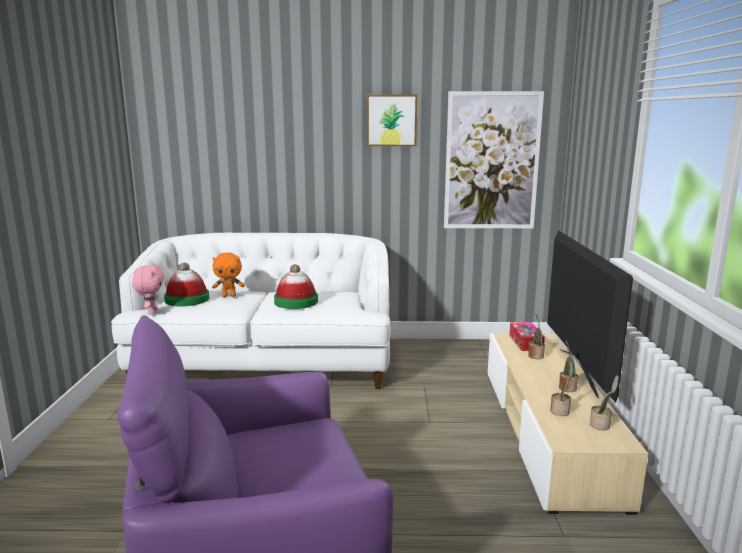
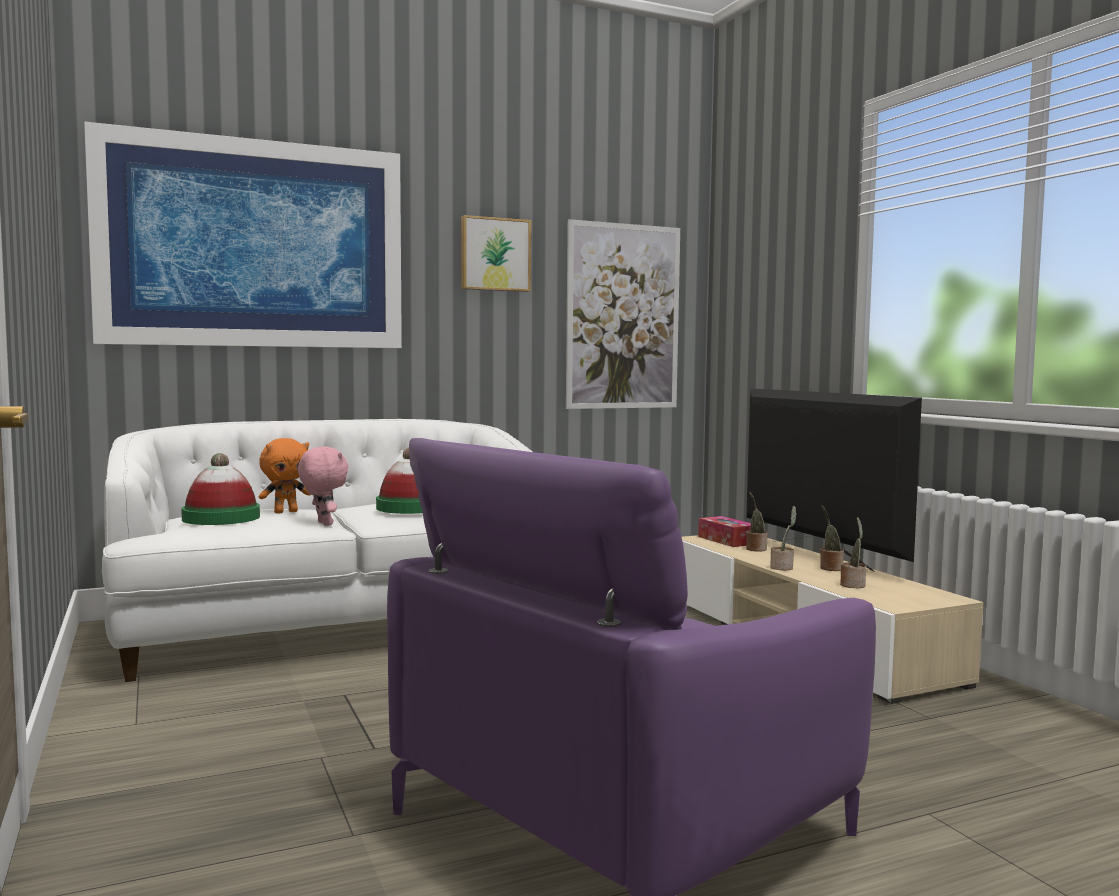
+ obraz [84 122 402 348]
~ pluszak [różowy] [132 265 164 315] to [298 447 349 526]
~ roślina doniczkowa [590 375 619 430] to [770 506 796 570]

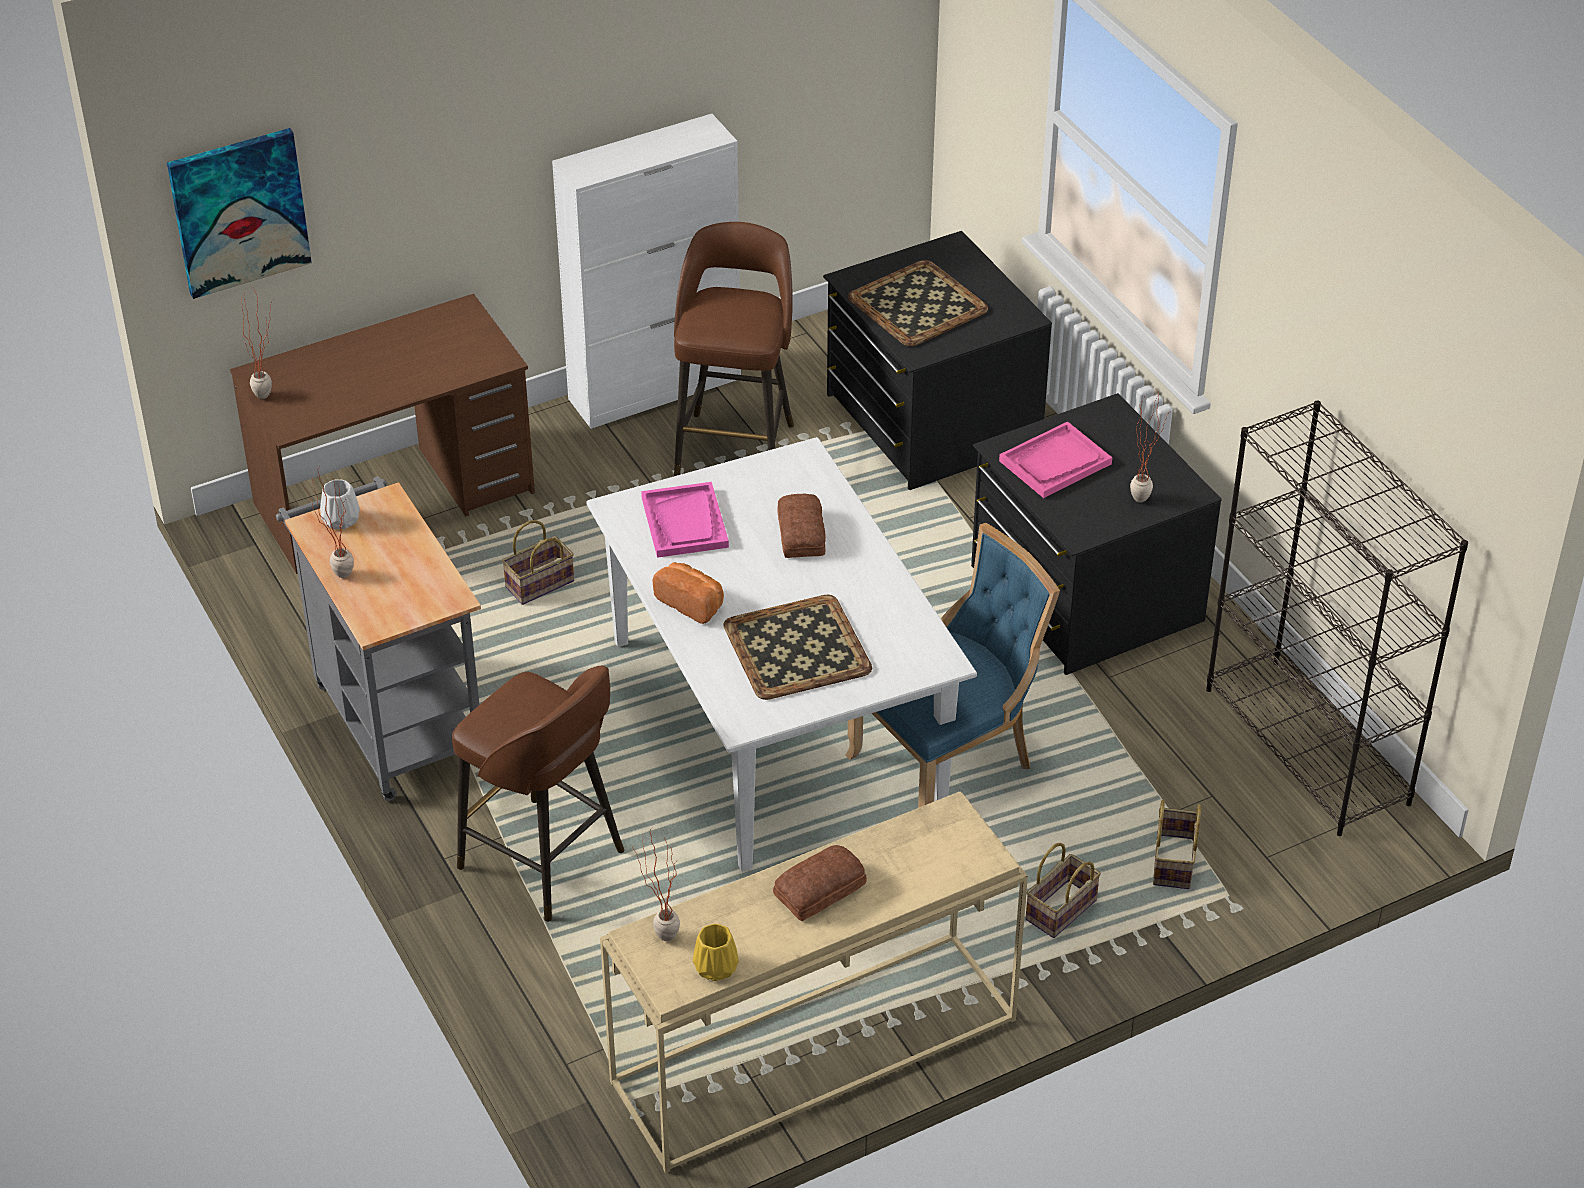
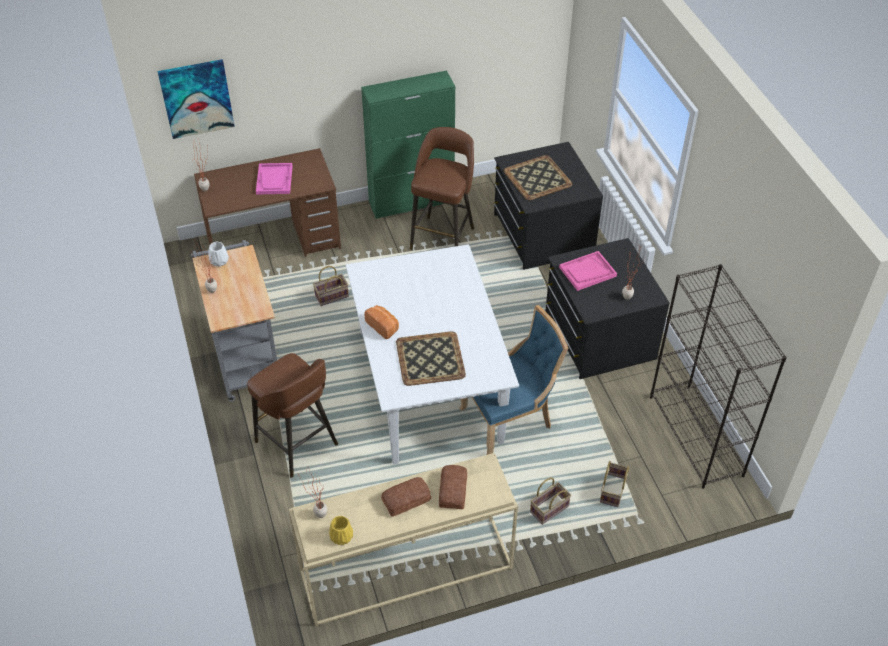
~ taca [różowy] [641 482 729 558] to [256 163 293 195]
~ szafka [biały] [552 114 741 429] to szafka [zielony] [361 71 455 219]
~ chleb [777 494 826 558] to [439 465 467 509]

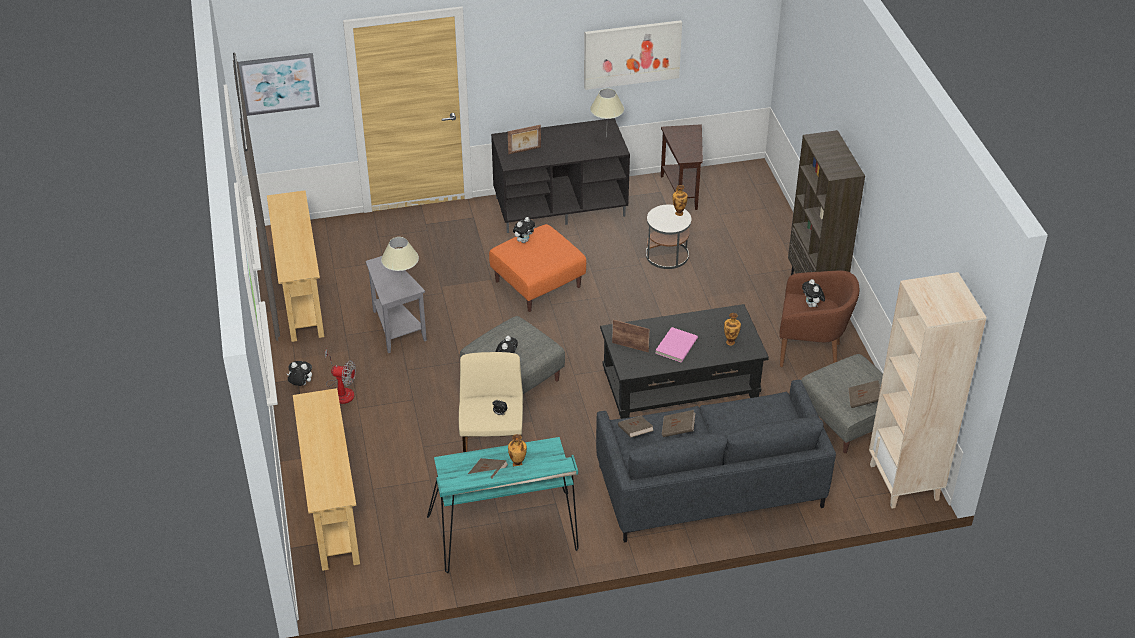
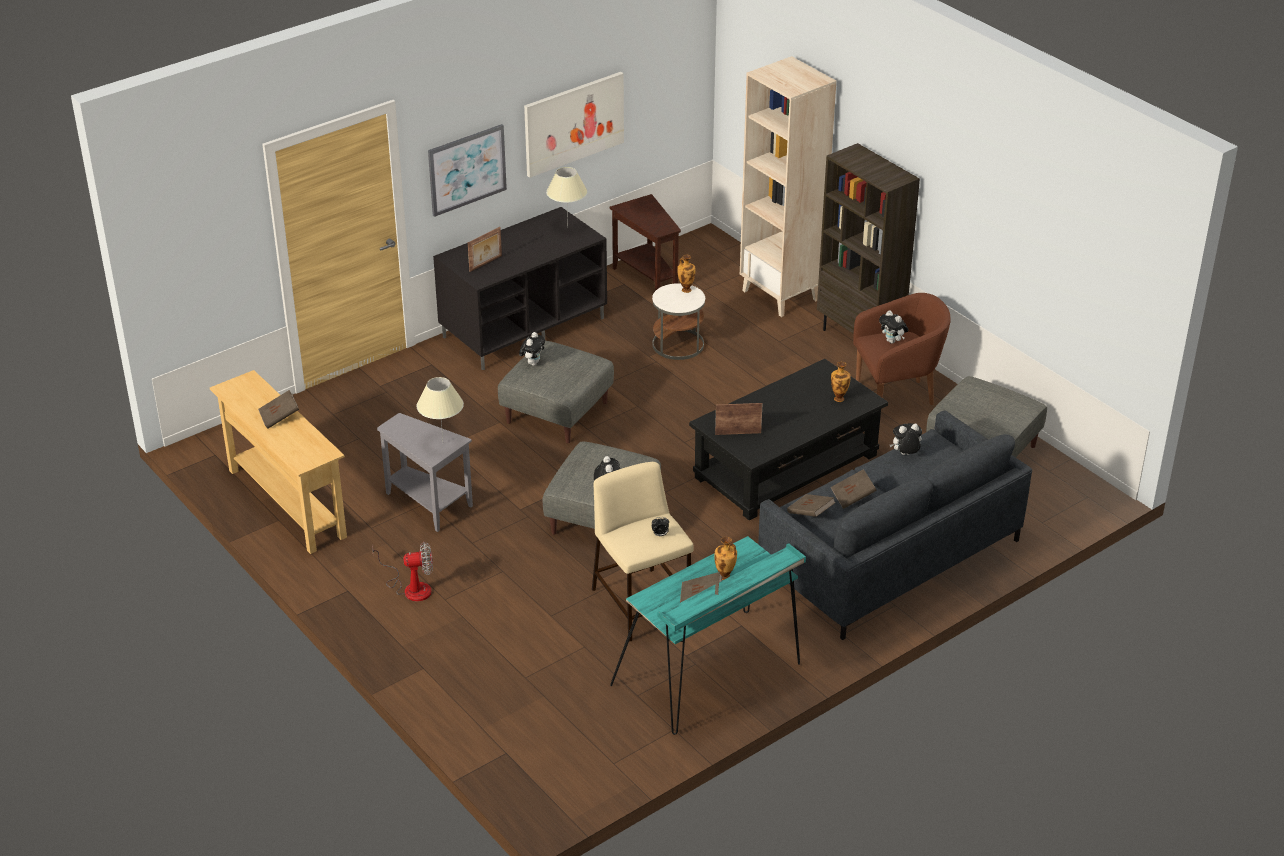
~ książka [brązowy] [848 380 880 408] to [258 390 299 429]
~ obraz [238 53 320 116] to [428 124 507 217]
~ pufa [pomarańczowy] [489 224 586 312] to pufa [szary] [498 341 614 443]
~ regał [beżowy] [869 272 987 509] to [740 56 836 317]
~ pluszak [287 361 312 386] to [890 423 922 455]
- stolik konsolowy [beżowy] [293 388 360 571]
- książka [różowy] [655 327 698 362]

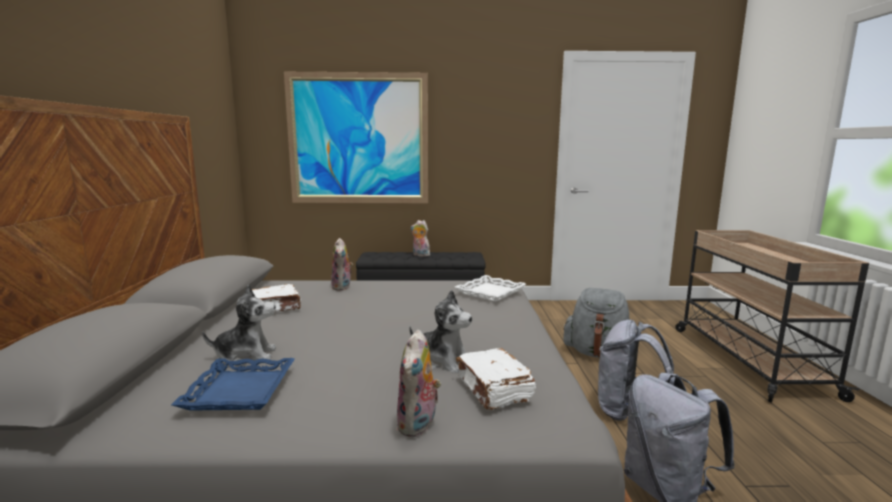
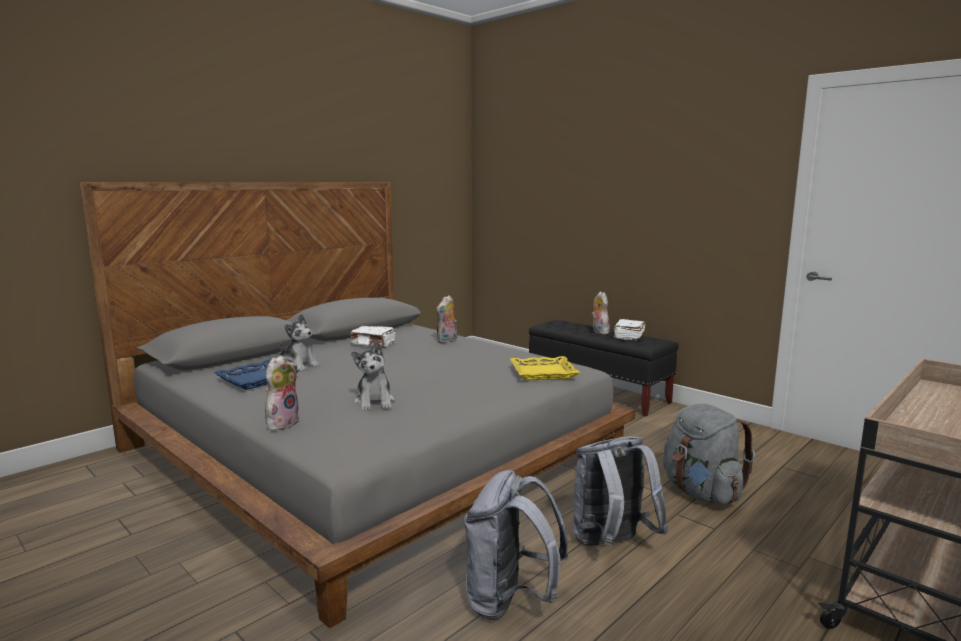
~ pluszak [396 329 441 437] = [265 355 300 431] 150 degrees clockwise
~ taca [biały] [455 275 526 302] to taca [żółty] [510 356 580 381]
~ książka [biały] [456 348 536 410] to [613 319 645 341]
- obraz [284 72 428 203]

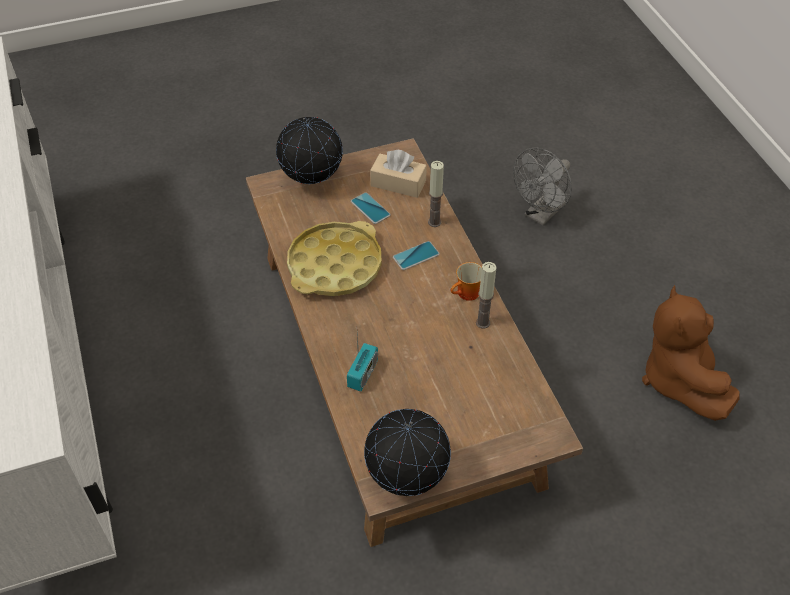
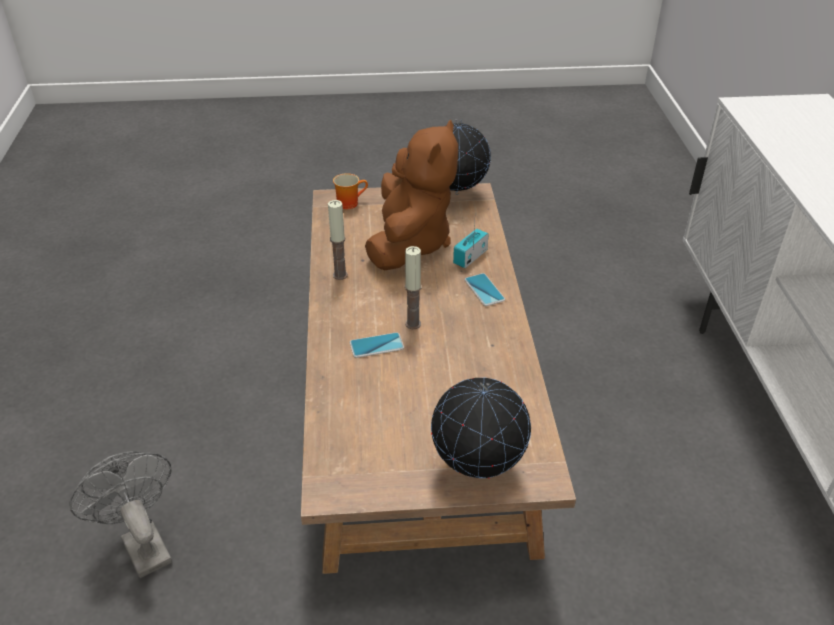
~ wentylator [szary] [513 148 572 226] = [69 451 172 578] 90 degrees counterclockwise
~ kubek [451 262 482 301] to [333 173 368 209]
~ pluszak [brązowy] [642 285 740 421] to [365 119 458 271]
~ świeca [428 161 444 227] to [405 246 421 329]
~ telefon [351 192 391 224] to [464 273 505 306]
- taca [żółty] [287 221 382 296]
- pudełko chusteczek [beżowy] [370 150 427 198]

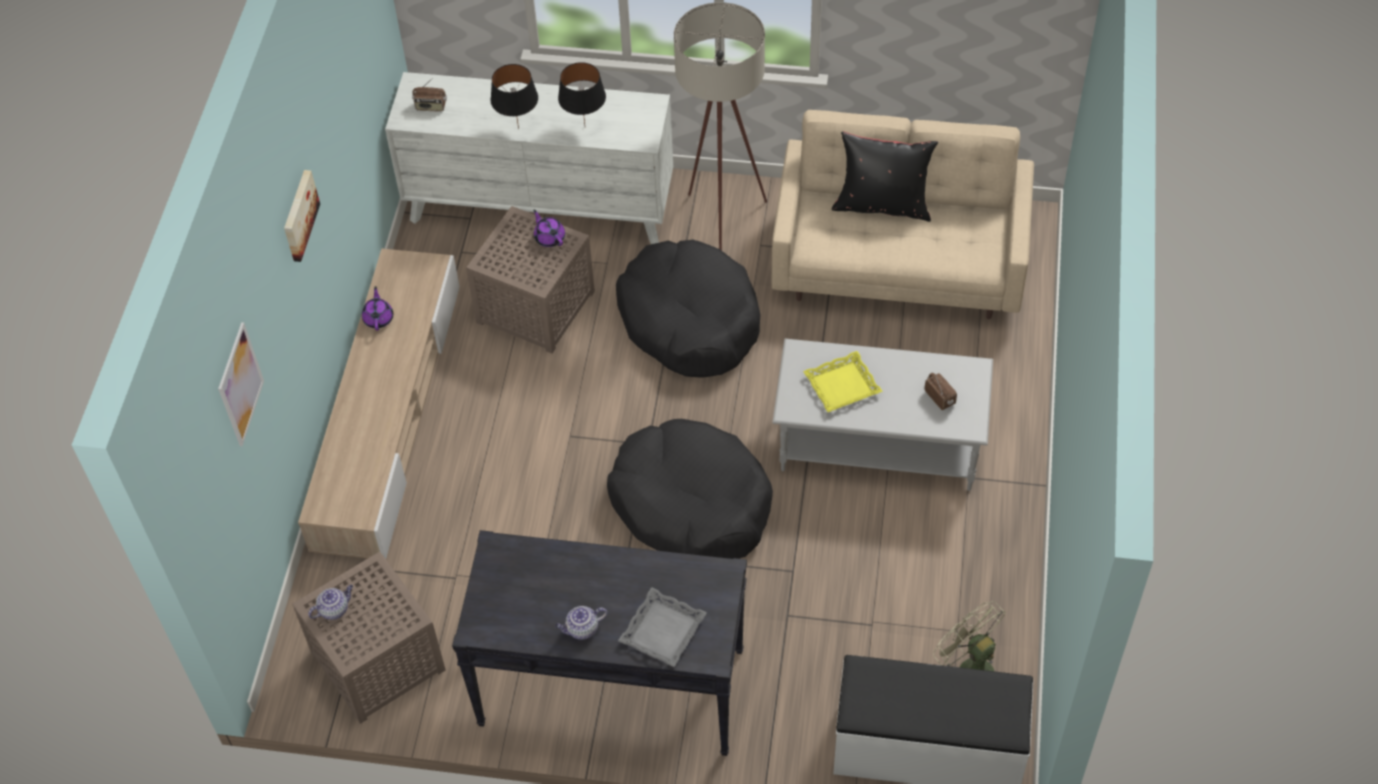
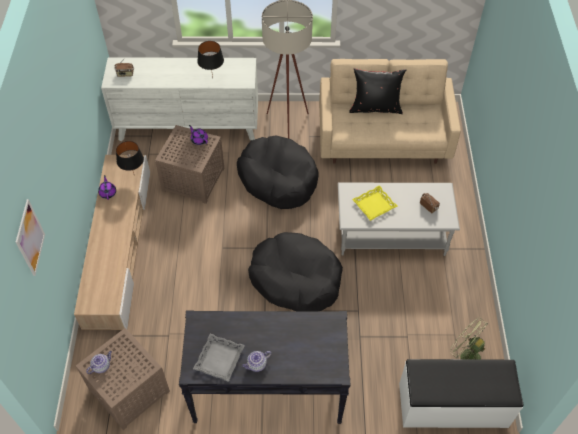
~ lampa stołowa [czarny] [490 64 538 129] to [116 141 144 176]
~ taca [szary] [618 587 707 667] to [193 334 245 382]
- obraz [284 170 320 262]

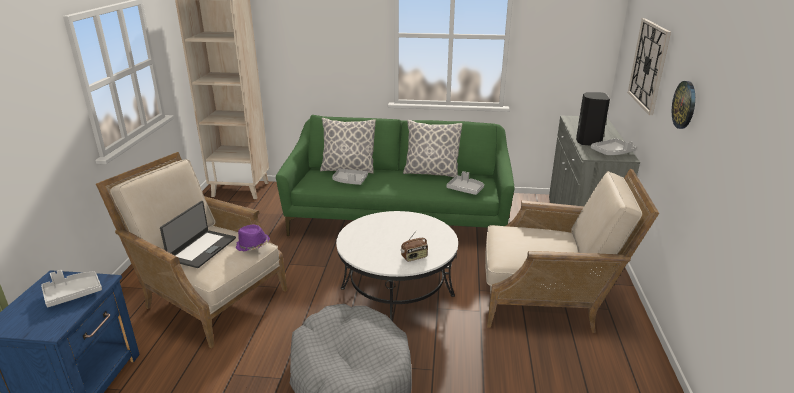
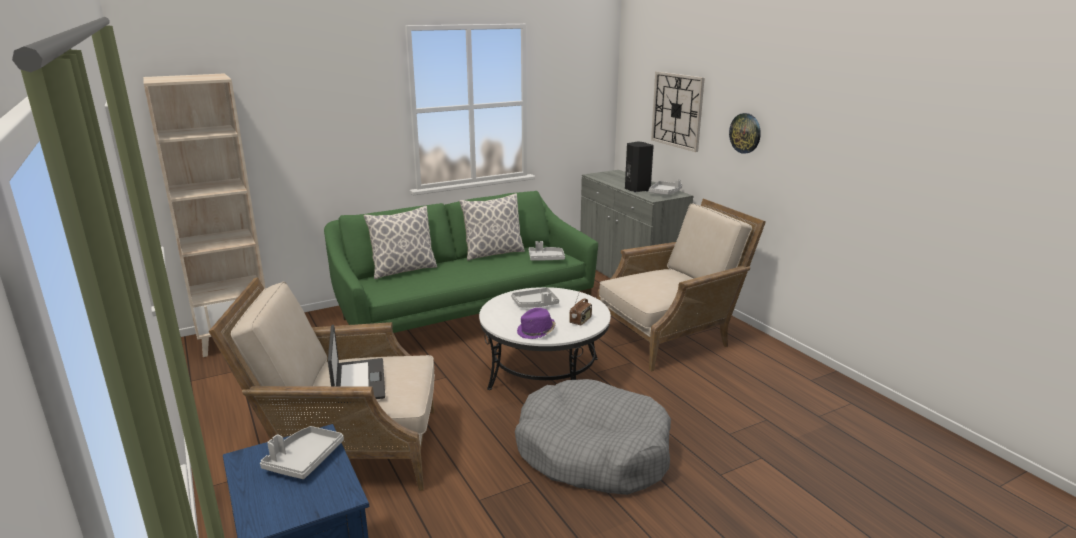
~ taca [szary] [332 168 368 185] to [511 288 559 308]
~ kapelusz [fioletowy] [236 225 270 252] to [517 308 556 339]

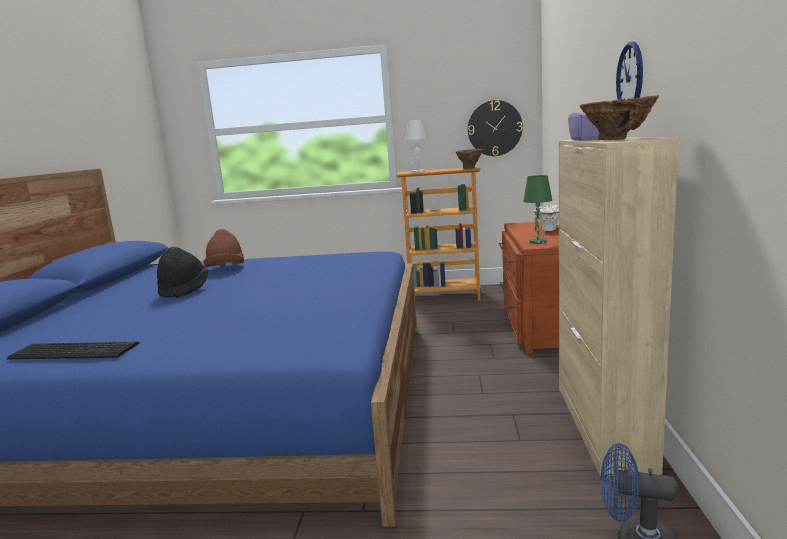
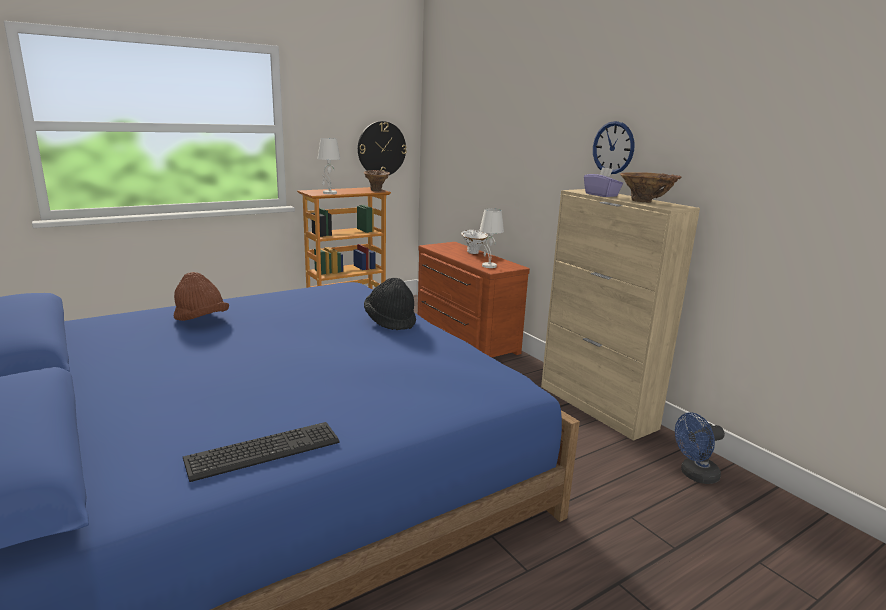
~ kapelusz [czarny] [157 247 208 298] to [364 278 416 330]
~ lampa stołowa [zielony] [523 175 552 244] to lampa stołowa [biały] [479 208 504 268]

